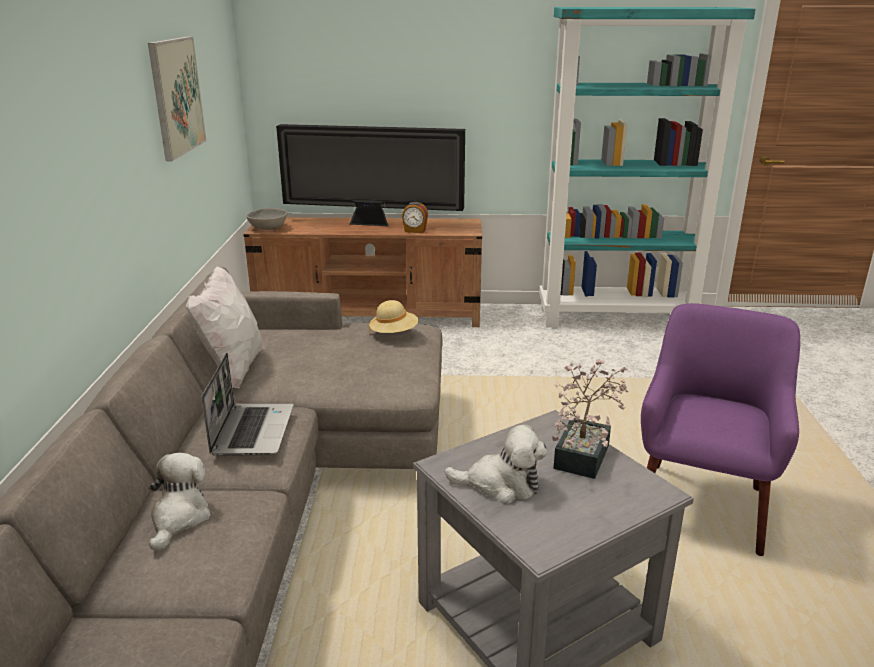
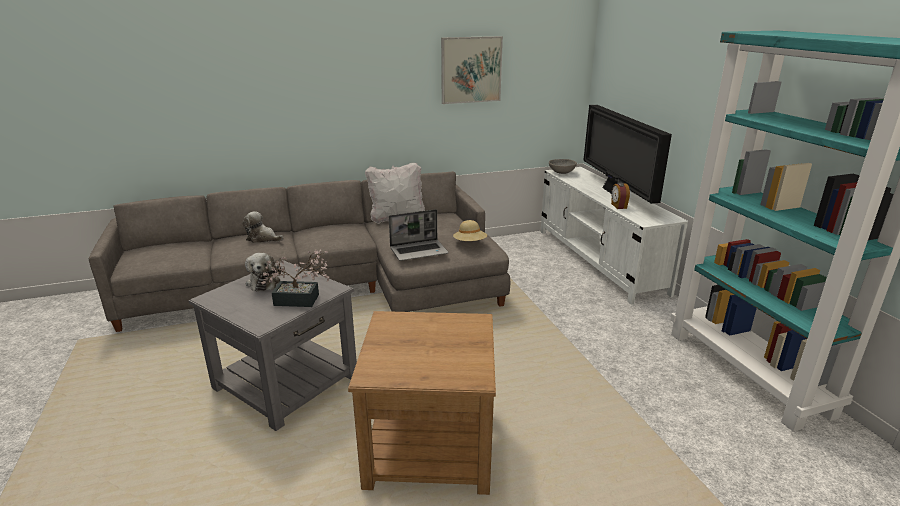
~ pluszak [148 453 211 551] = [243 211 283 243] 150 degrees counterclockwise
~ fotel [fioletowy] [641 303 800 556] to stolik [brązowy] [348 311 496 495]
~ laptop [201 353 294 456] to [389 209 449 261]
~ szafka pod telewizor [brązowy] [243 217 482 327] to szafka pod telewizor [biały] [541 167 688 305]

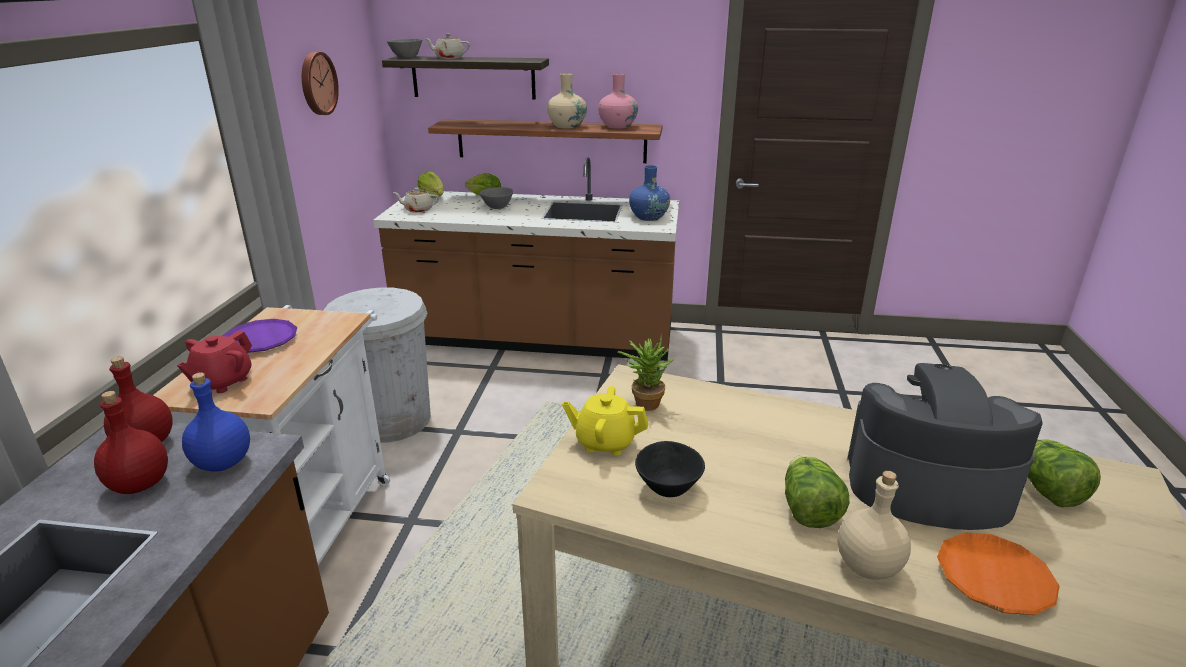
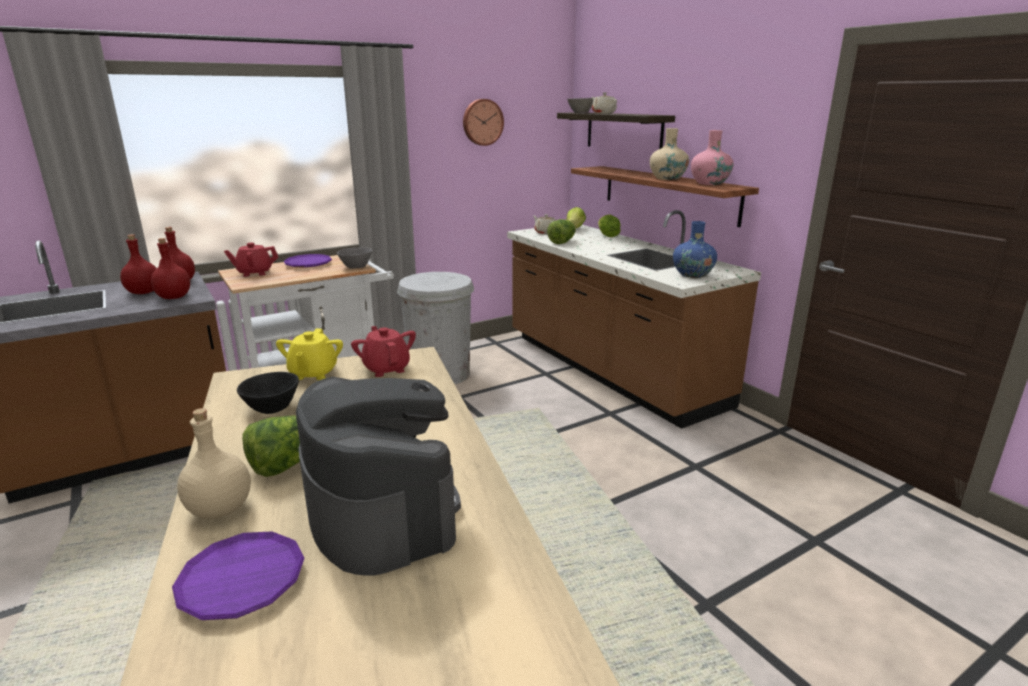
~ butelka [niebieski] [182 373 250 472] to butelka [czerwony] [151 238 190 299]
~ talerz [pomarańczowy] [937 532 1060 615] to talerz [fioletowy] [172 531 305 620]
~ imbryk [żółty] [562 386 649 455] = [276 329 343 380] 150 degrees counterclockwise
~ miska [szary] [480 187 513 209] to [337 247 372 269]
~ roślina doniczkowa [617 334 674 411] to imbryk [czerwony] [351 326 416 377]
~ sałata [1028 439 1101 507] to [547 219 576 244]

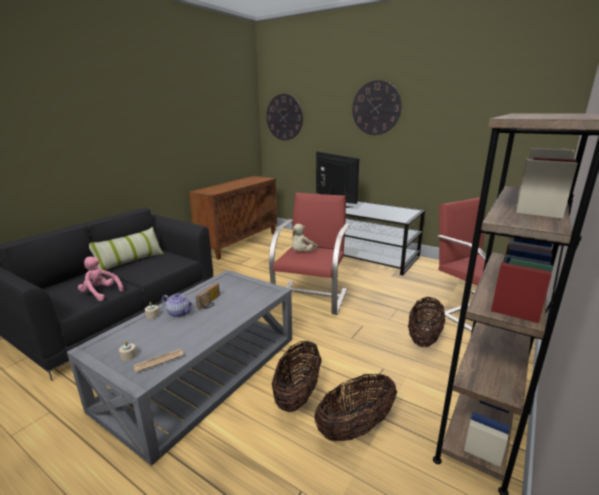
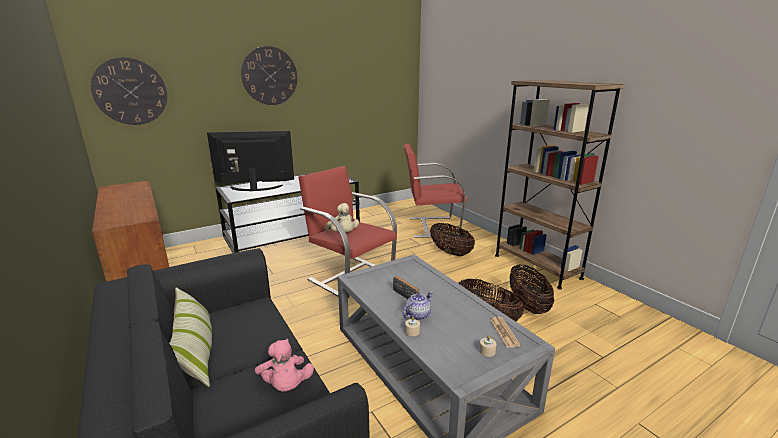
~ pluszak [różowy] [78 257 124 301] = [255 339 314 392] 75 degrees counterclockwise

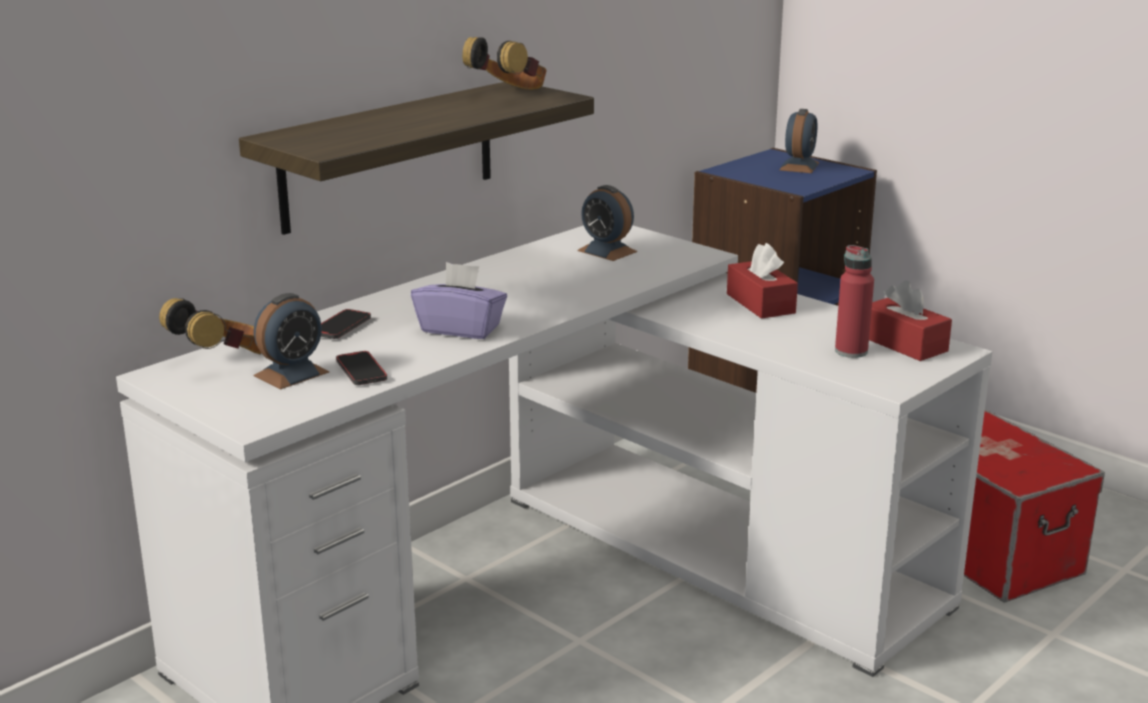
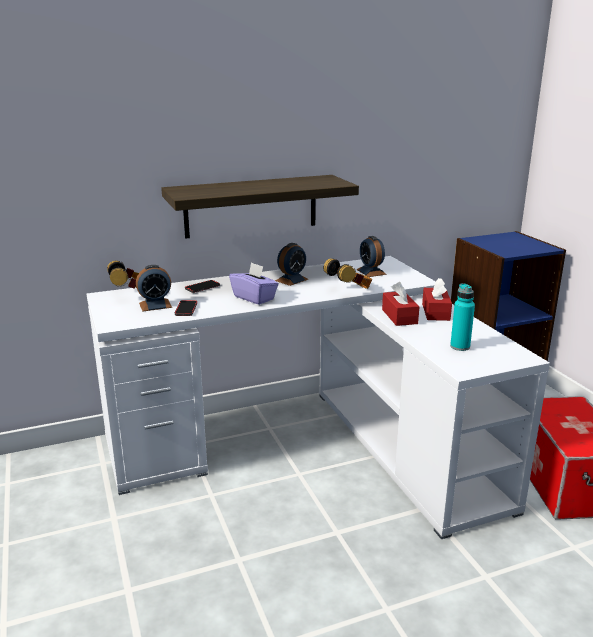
~ budzik [780 109 819 173] to [275 243 308 286]
~ słuchawki [462 37 547 90] to [324 258 372 289]
~ pudełko chusteczek [czerwony] [869 280 952 361] to [382 282 419 326]
~ butelka [czerwony] [835 245 874 358] to butelka [turkusowy] [450 283 475 351]

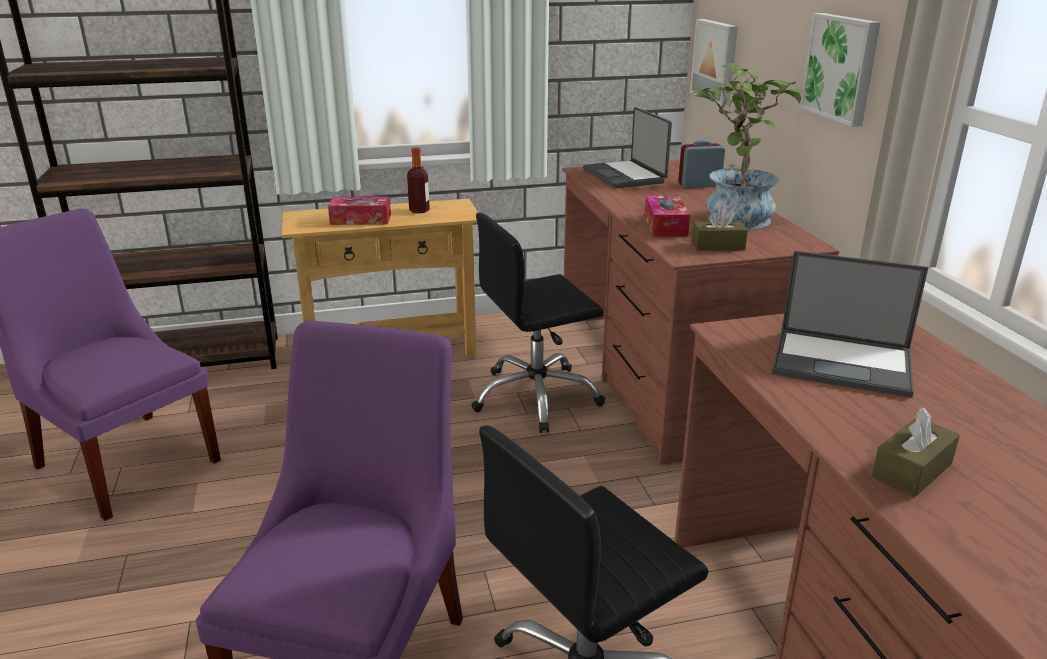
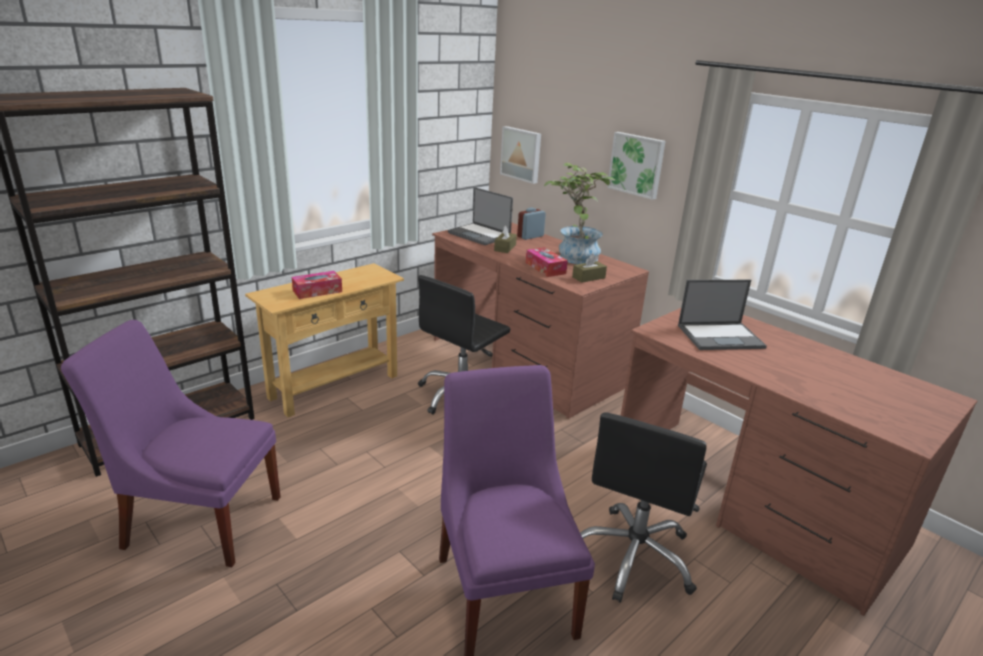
~ pudełko chusteczek [brązowy] [872 408 960 497] to [494 225 517 253]
- butelka [407 147 430 213]

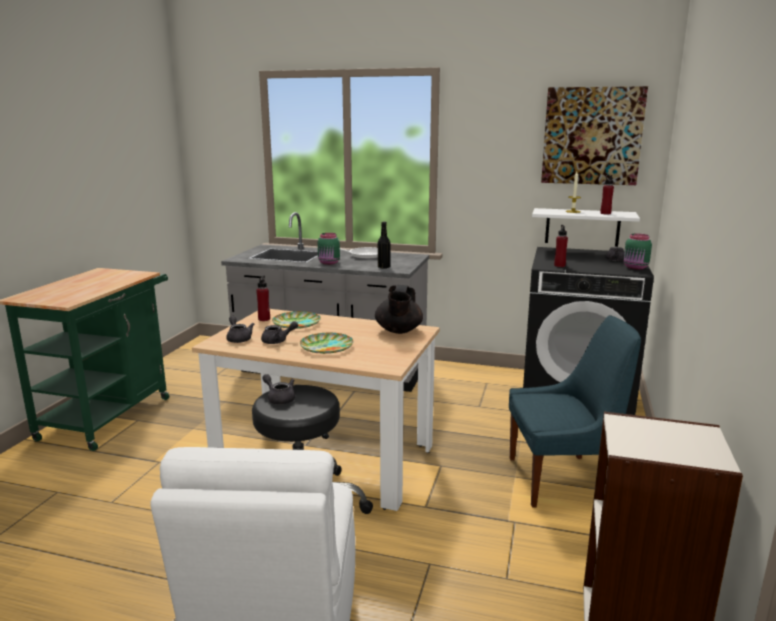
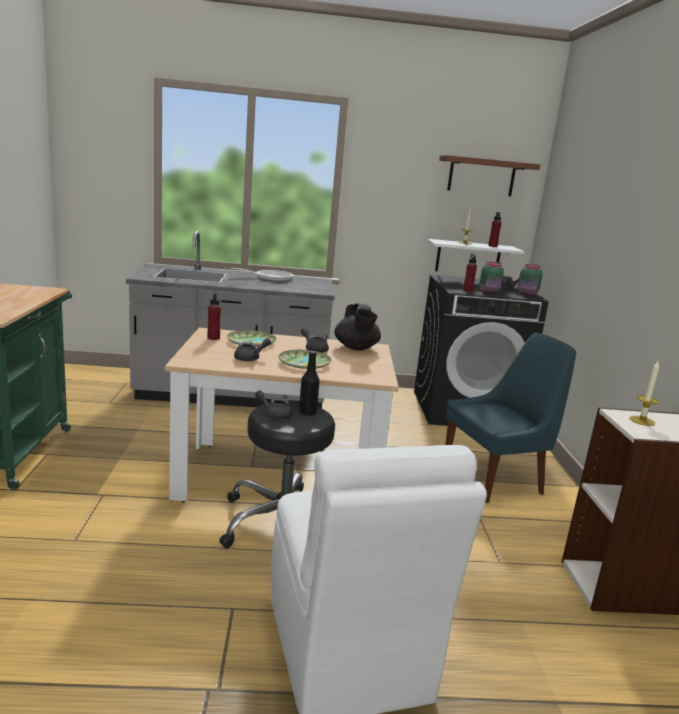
~ butelka [czarny] [378 222 390 268] to [299 351 320 416]
~ imbryk [szary] [226 316 254 343] to [301 328 329 353]
~ obraz [541 86 648 185] to półka [brązowy] [439 155 540 196]
~ słoik [zielony] [318 233 340 265] to [479 261 504 293]
+ świeca [629 361 660 426]

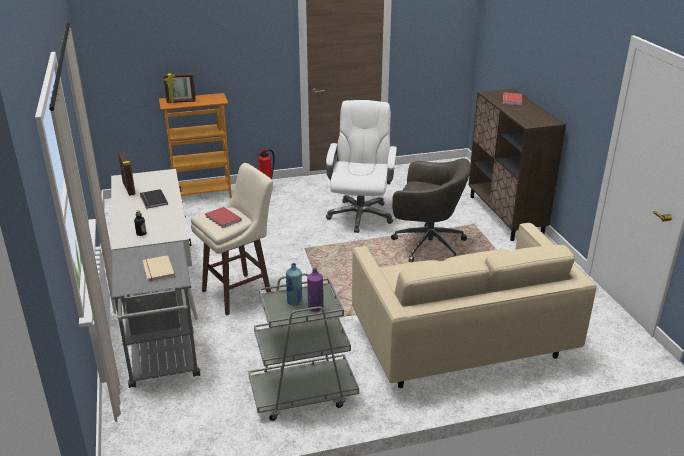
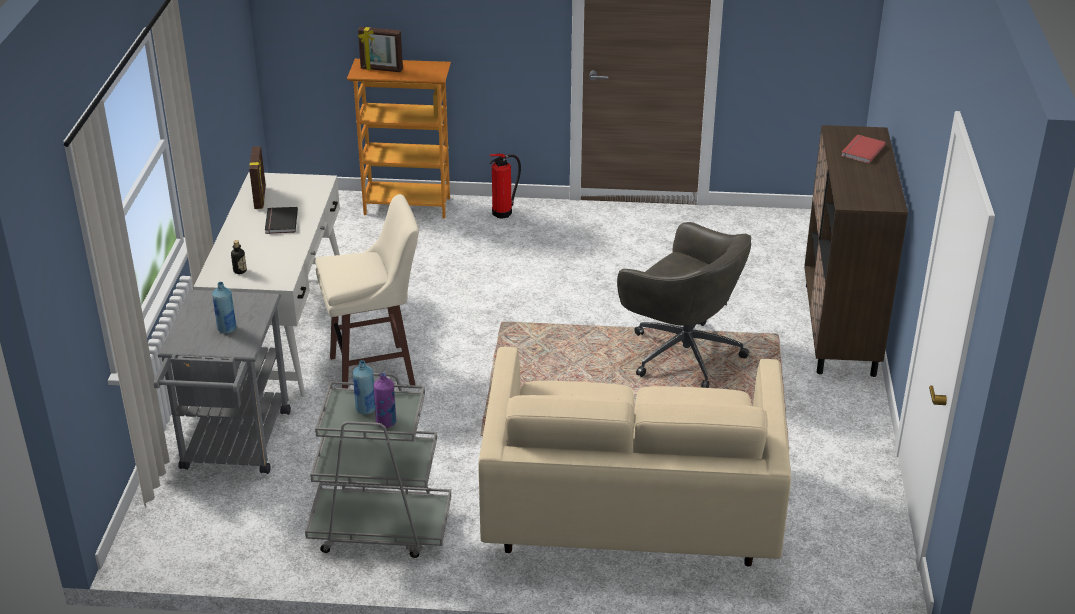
~ książka [beżowy] [142 255 175 282] to butelka [niebieski] [212 282 236 334]
- książka [czerwony] [205 207 242 228]
- krzesło biurowe [biały] [326 100 397 233]

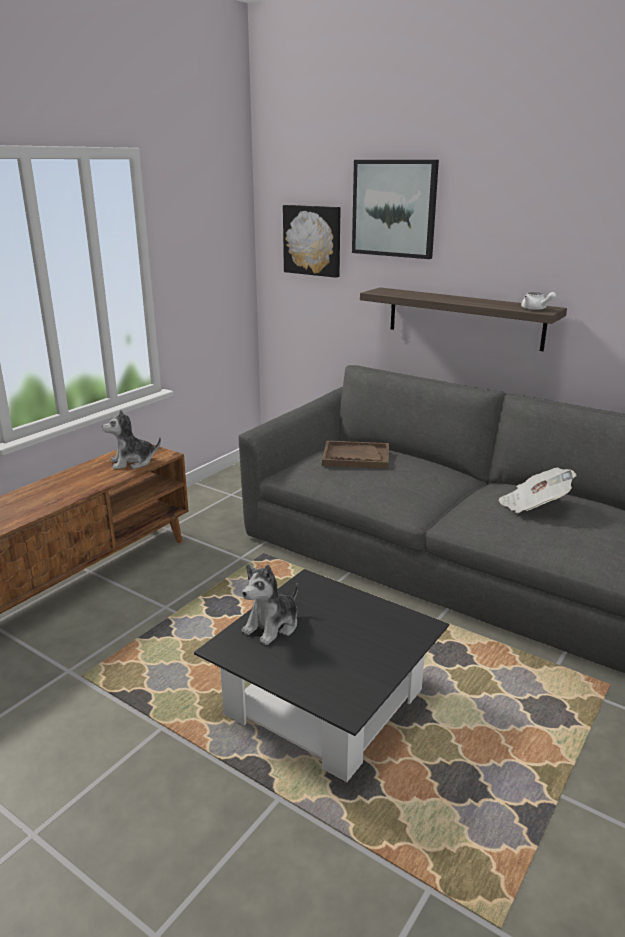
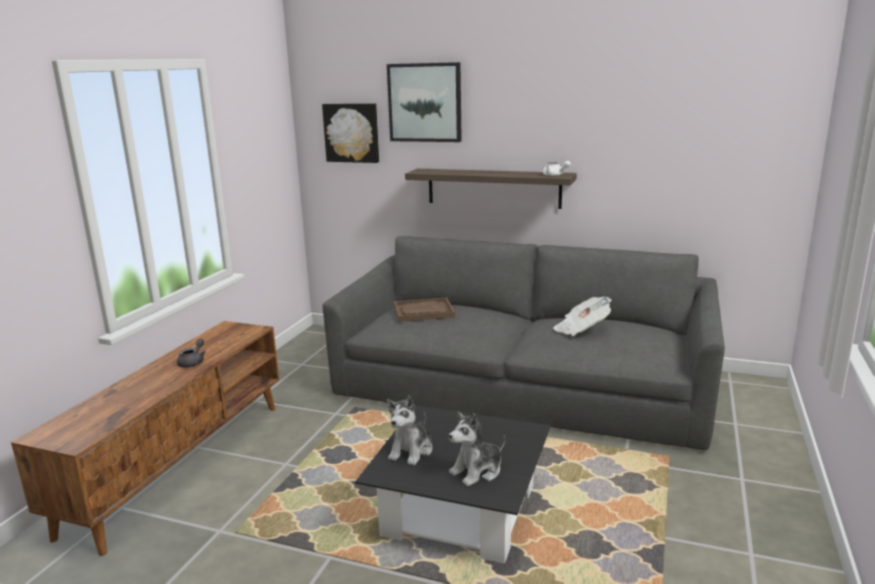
+ imbryk [szary] [177 339 206 368]
~ pluszak [102 410 161 469] to [449 411 505 486]

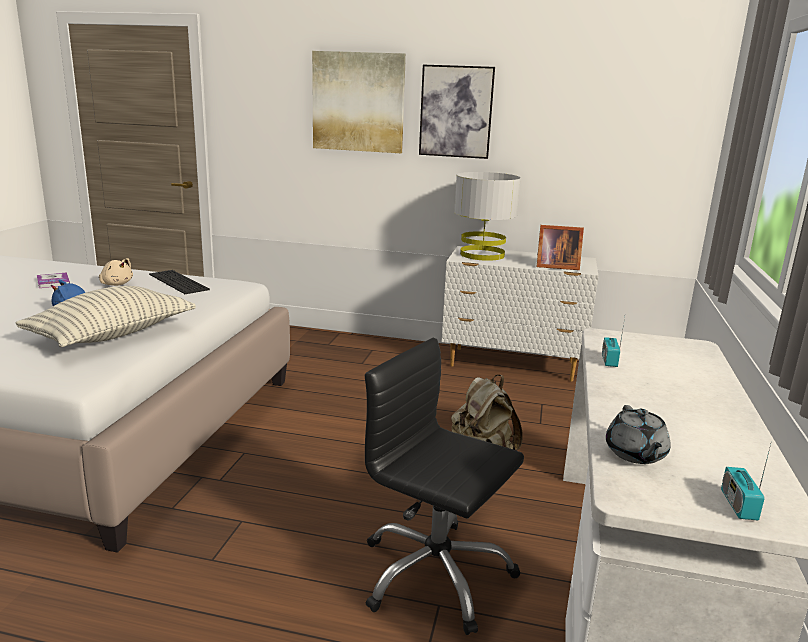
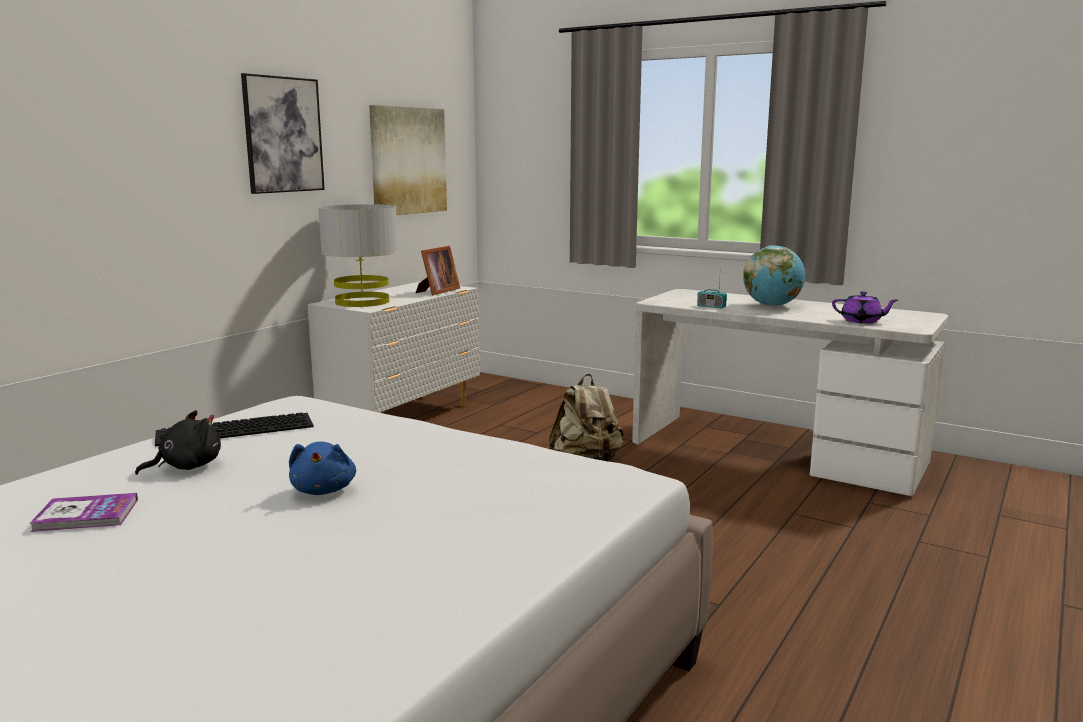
~ pluszak [beżowy] [99 258 133 286] to pluszak [czarny] [135 410 221 475]
~ obraz [312 51 406 153] to [369 105 447 216]
+ globus [743 245 805 307]
~ imbryk [szary] [606 405 671 464] to imbryk [fioletowy] [832 291 898 324]
- poduszka [16 286 196 347]
- krzesło biurowe [czarny] [365 338 524 635]
- radio [721 444 771 521]

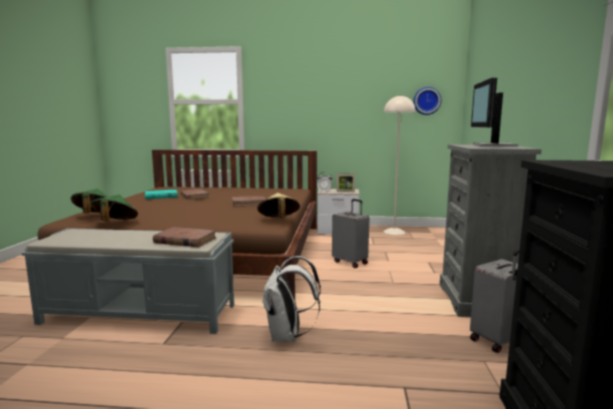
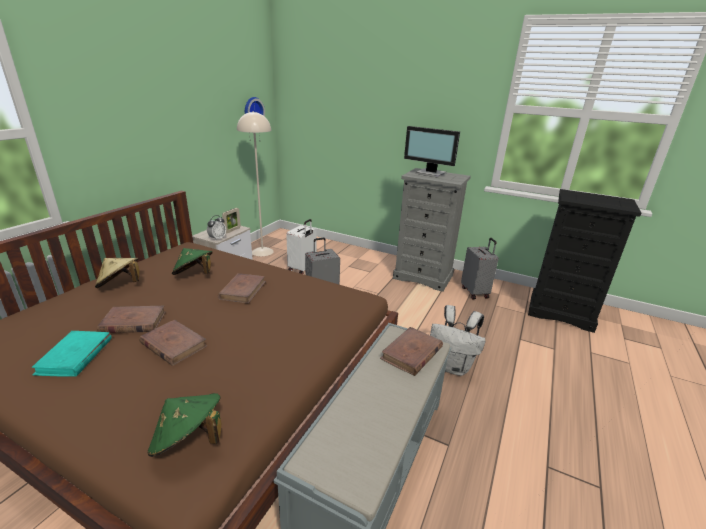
~ kapelusz [beżowy] [257 193 300 218] to [95 258 139 288]
+ książka [brązowy] [139 320 207 366]
~ kapelusz [zielony] [90 195 138 221] to [172 248 213 275]
+ walizka [biały] [286 219 316 274]

